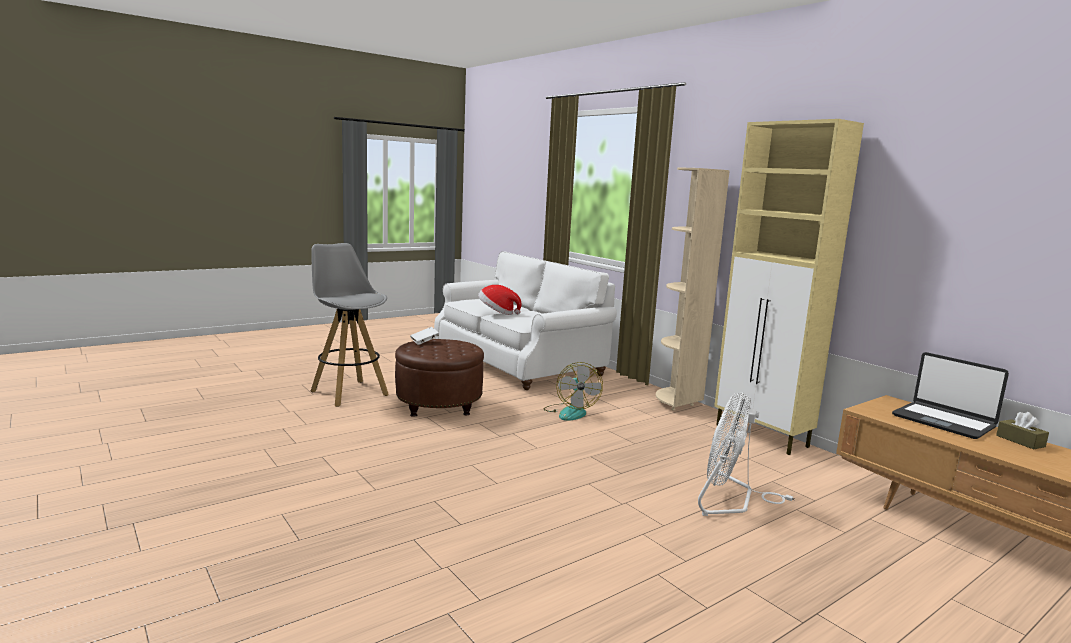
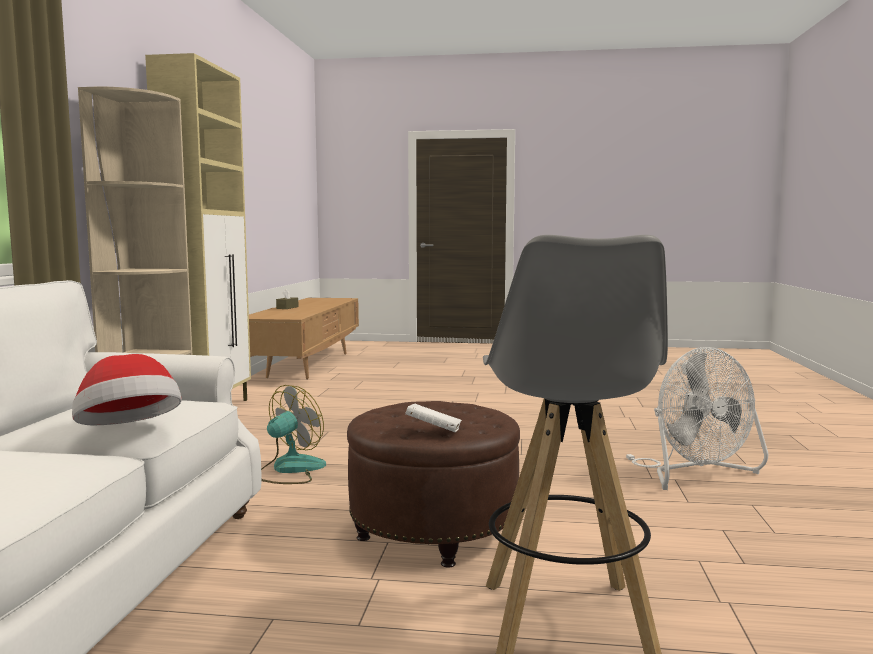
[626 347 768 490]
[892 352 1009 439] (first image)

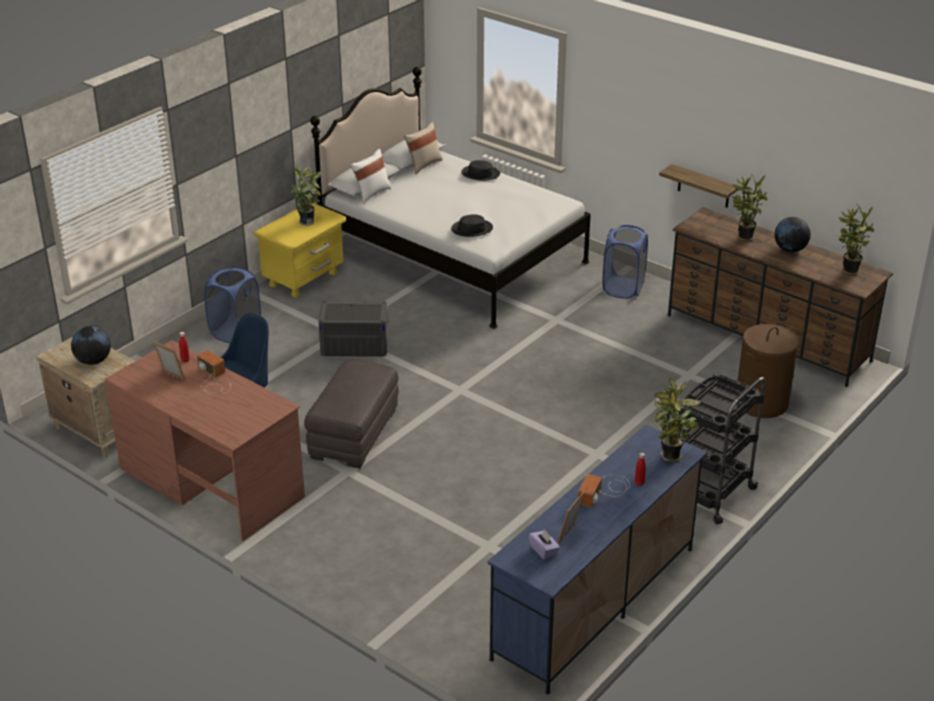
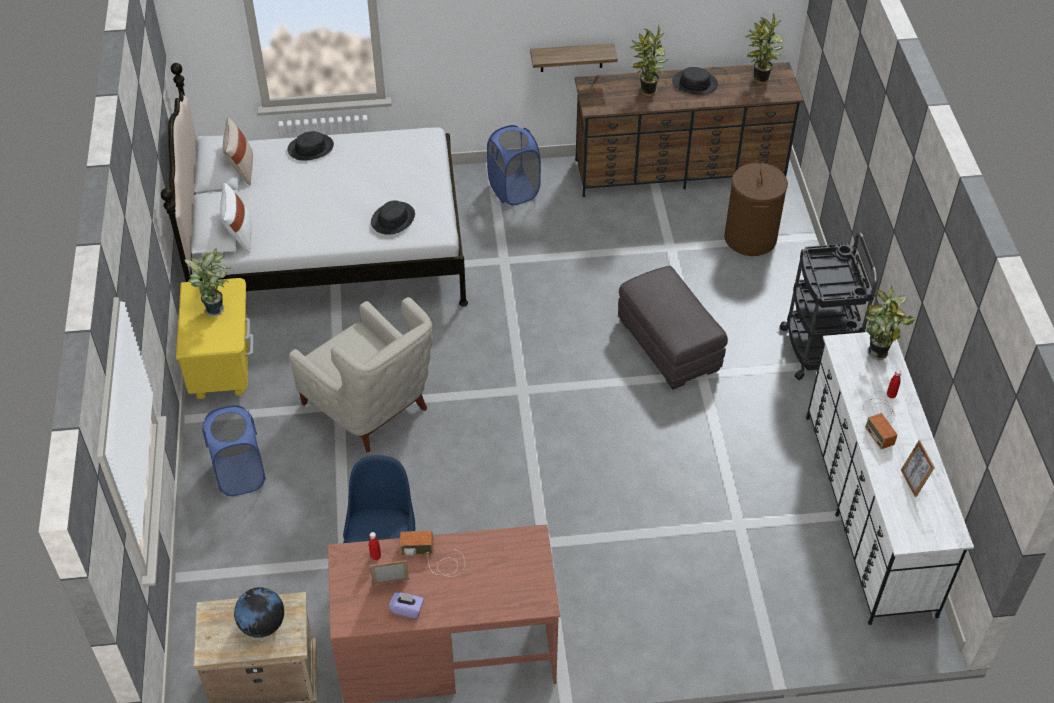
[289 297 433 452]
[389 592 424 619]
[618 266 728 389]
[672 67 718 95]
[806 331 974 625]

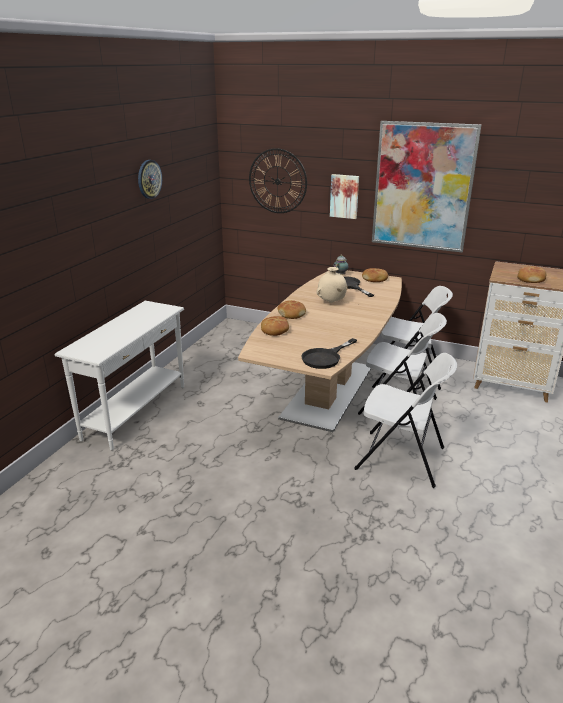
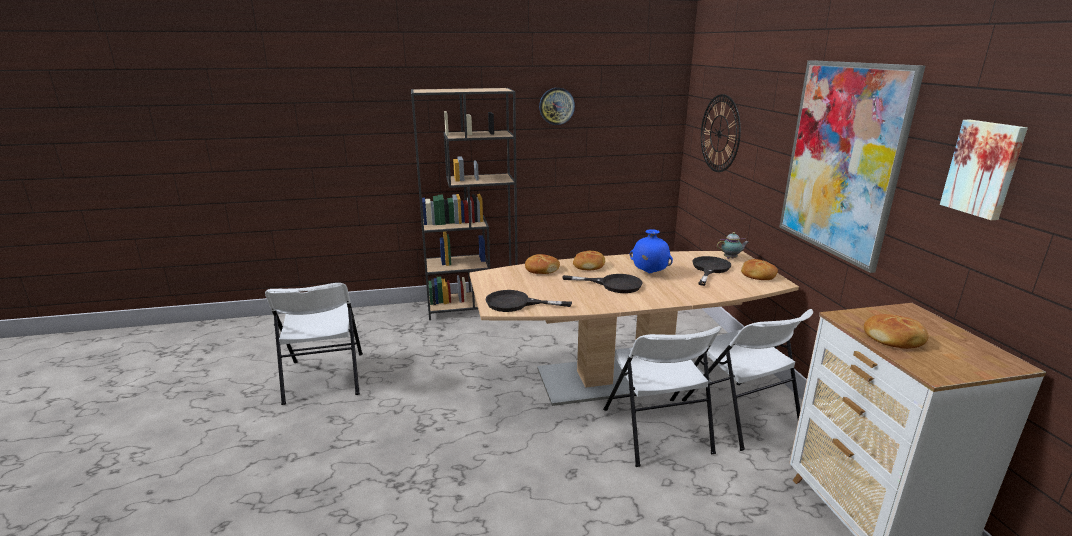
[265 283 363 405]
[411 88 518 320]
[562 274 643 293]
[630 229 673 273]
[940 120 1028 220]

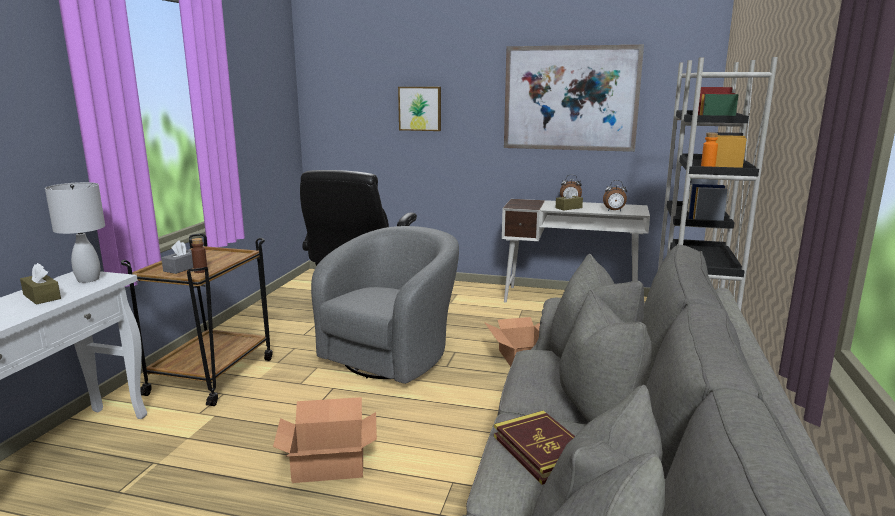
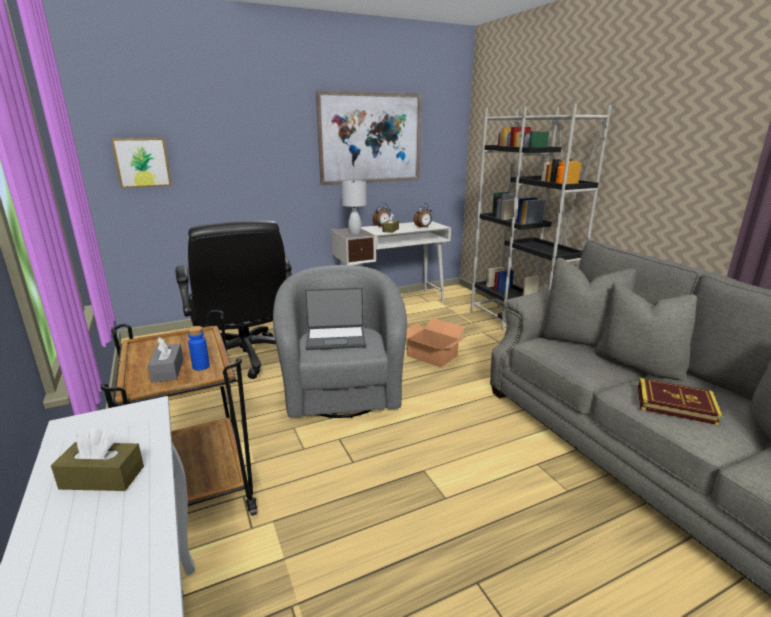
[111 138 172 188]
[188 326 210 371]
[305 287 366 350]
[341 180 366 235]
[273 397 377 483] (first image)

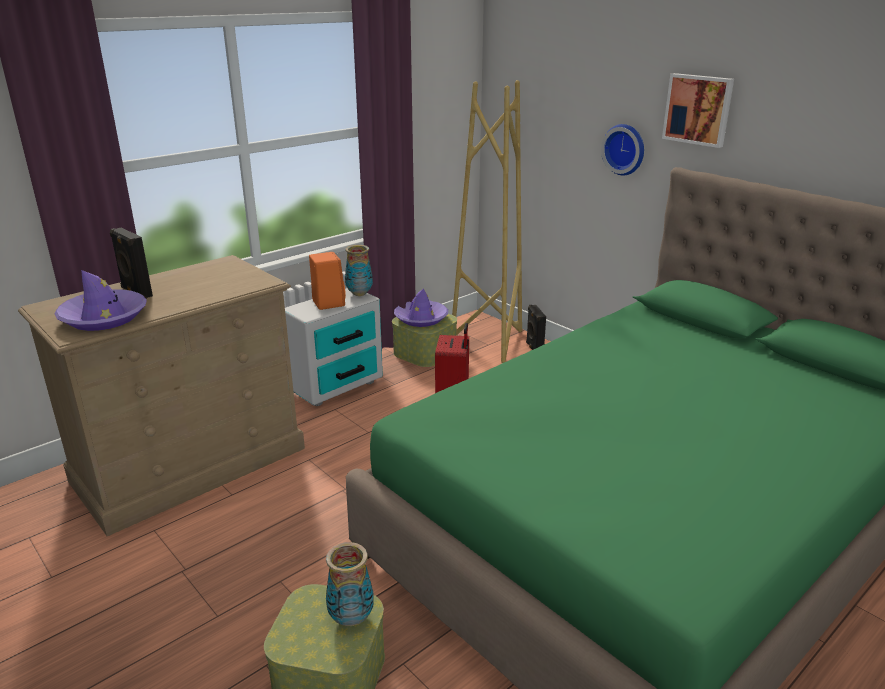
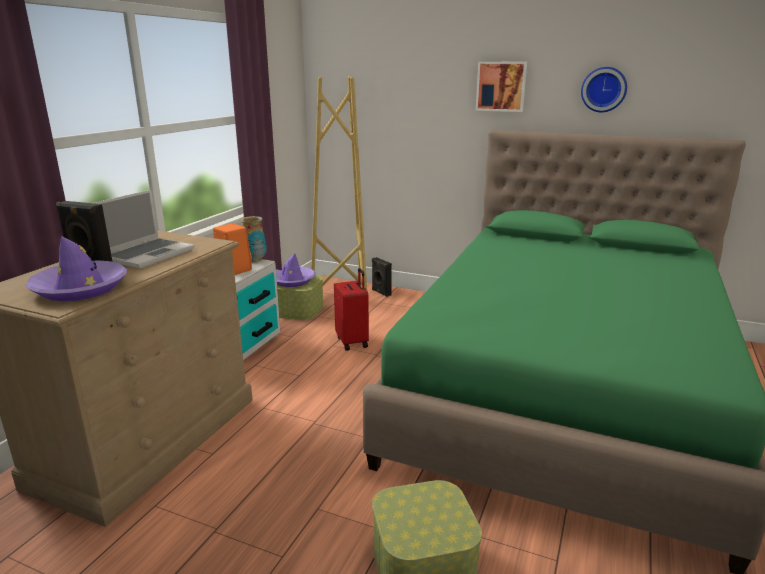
[94 190 195 269]
[581 67 627 112]
[326 542 374 626] (first image)

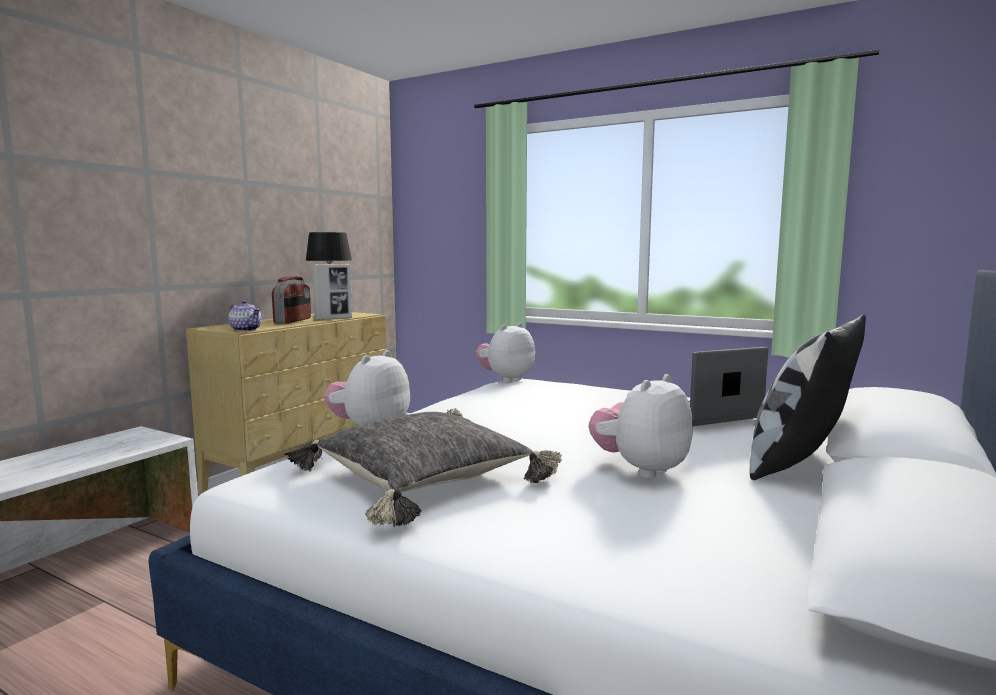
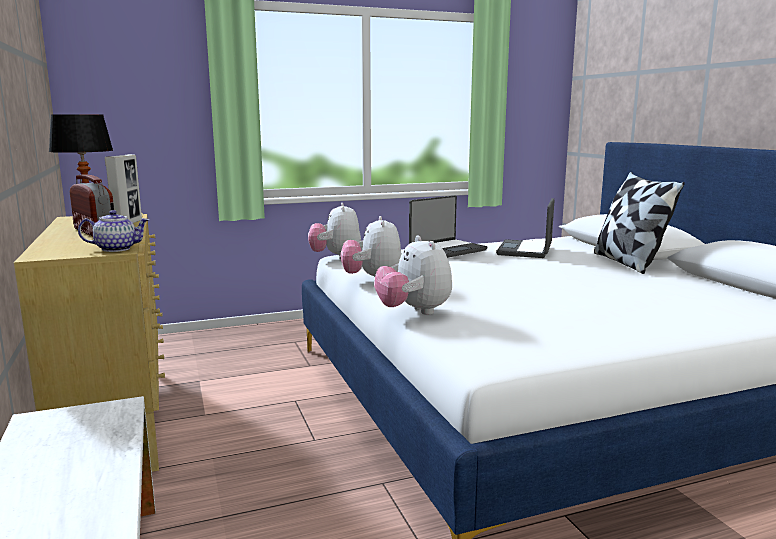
[341 216 402 276]
[409 195 487 258]
[285 408 562 527] (first image)

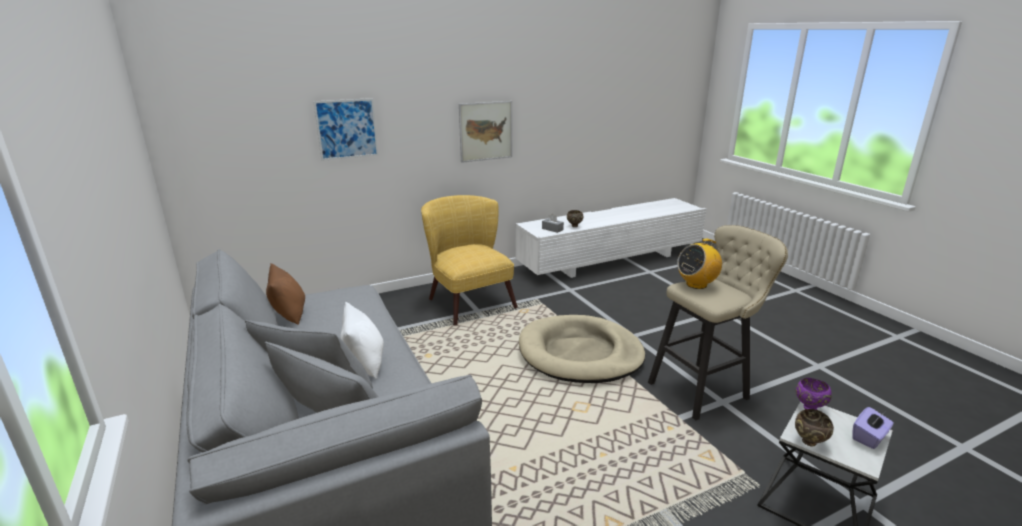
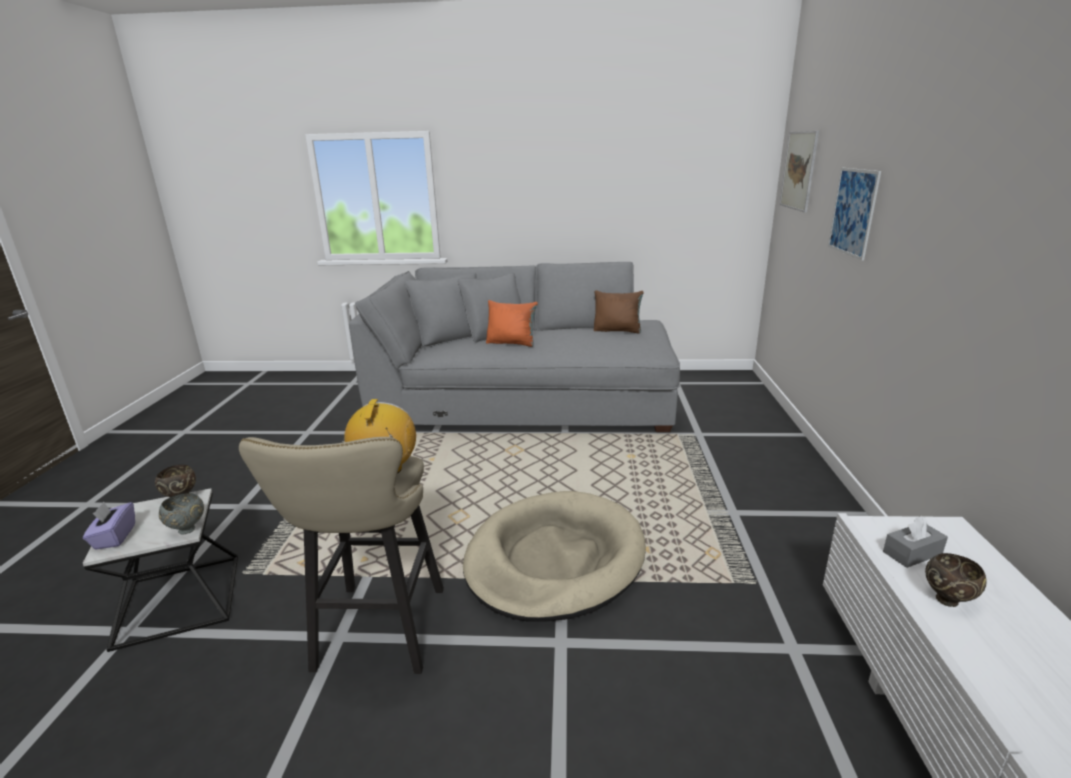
[159 493 204 534]
[486 300 538 347]
[780 131 819 212]
[421 195 517 325] (first image)

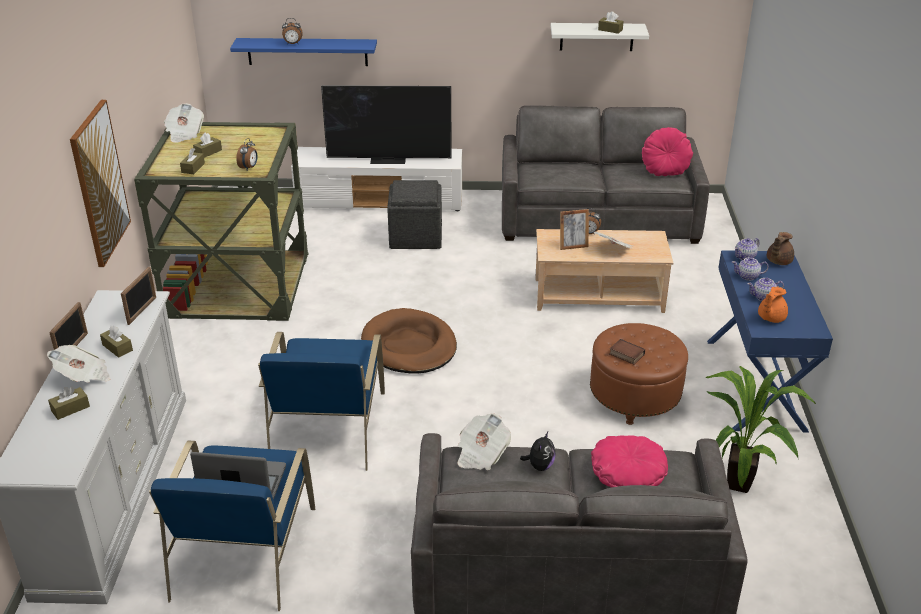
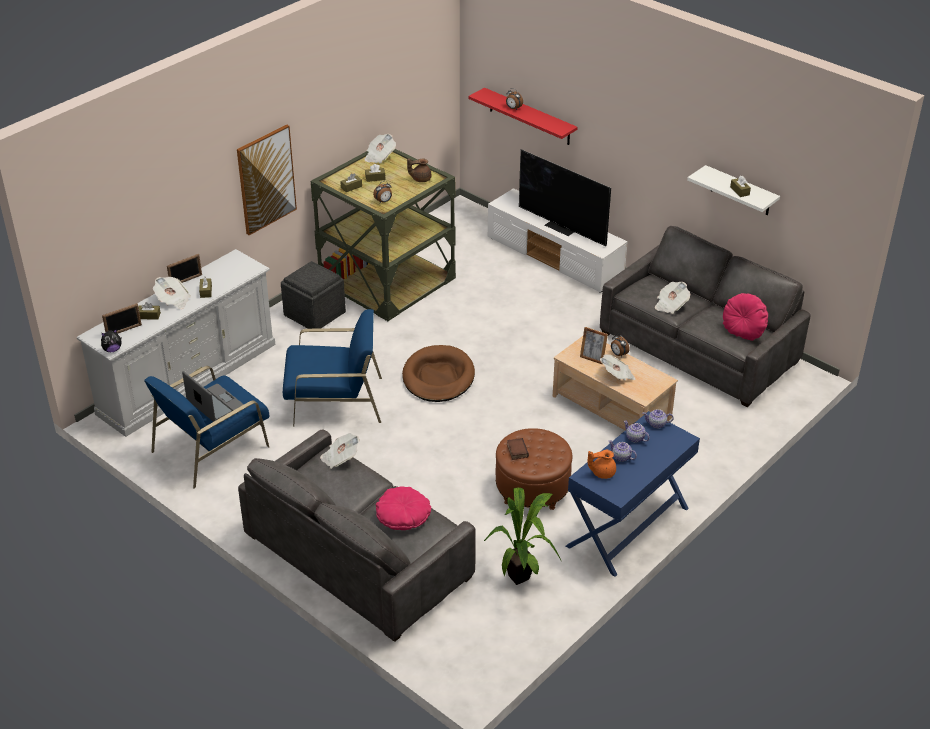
[101 329 121 352]
[102 303 142 334]
[281 261 346 329]
[283 309 382 427]
[407 158 431 182]
[468 88 577 145]
[655 282 690 314]

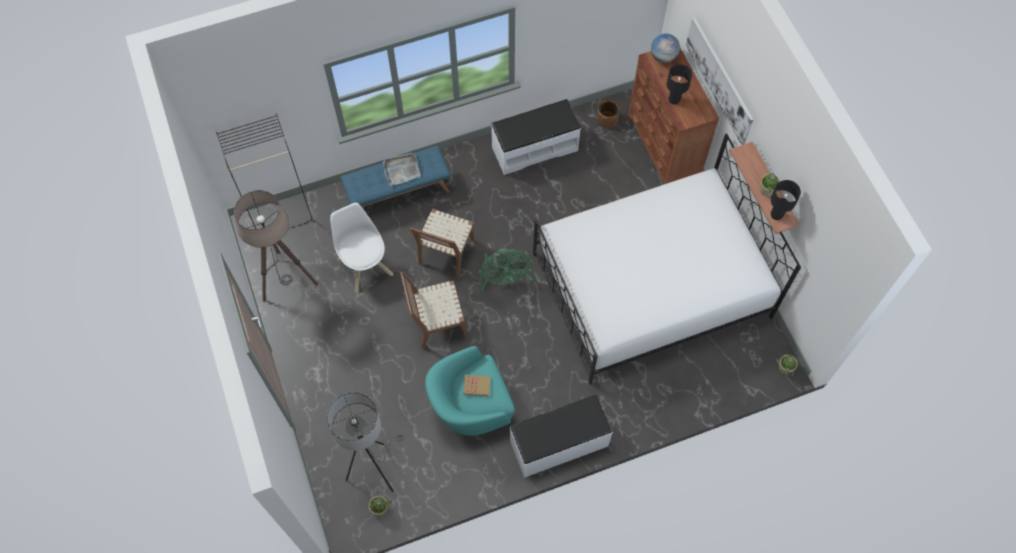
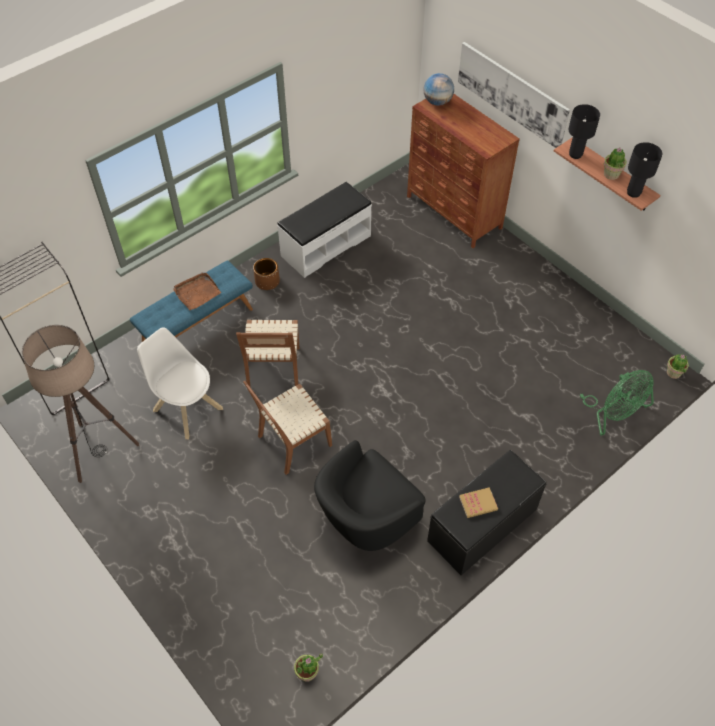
[173 272 221 310]
[253 258 280 290]
[314 440 426 551]
[427 450 546 575]
[459 487 498 518]
[568 104 600 159]
[580 370 654 436]
[326 392 404 492] (first image)
[533 134 801 385] (first image)

